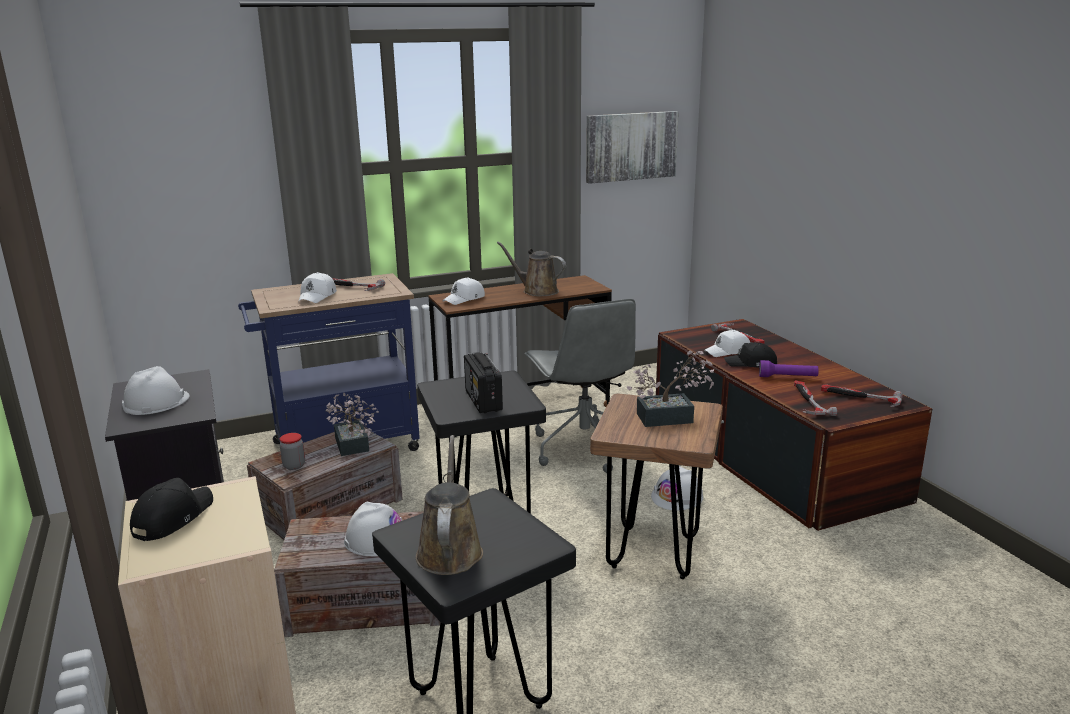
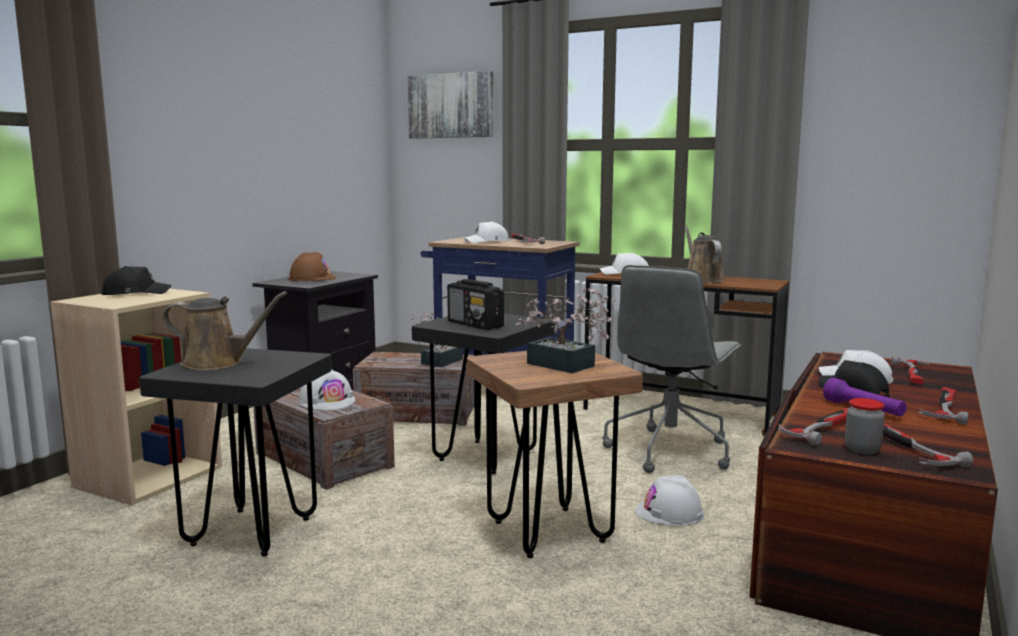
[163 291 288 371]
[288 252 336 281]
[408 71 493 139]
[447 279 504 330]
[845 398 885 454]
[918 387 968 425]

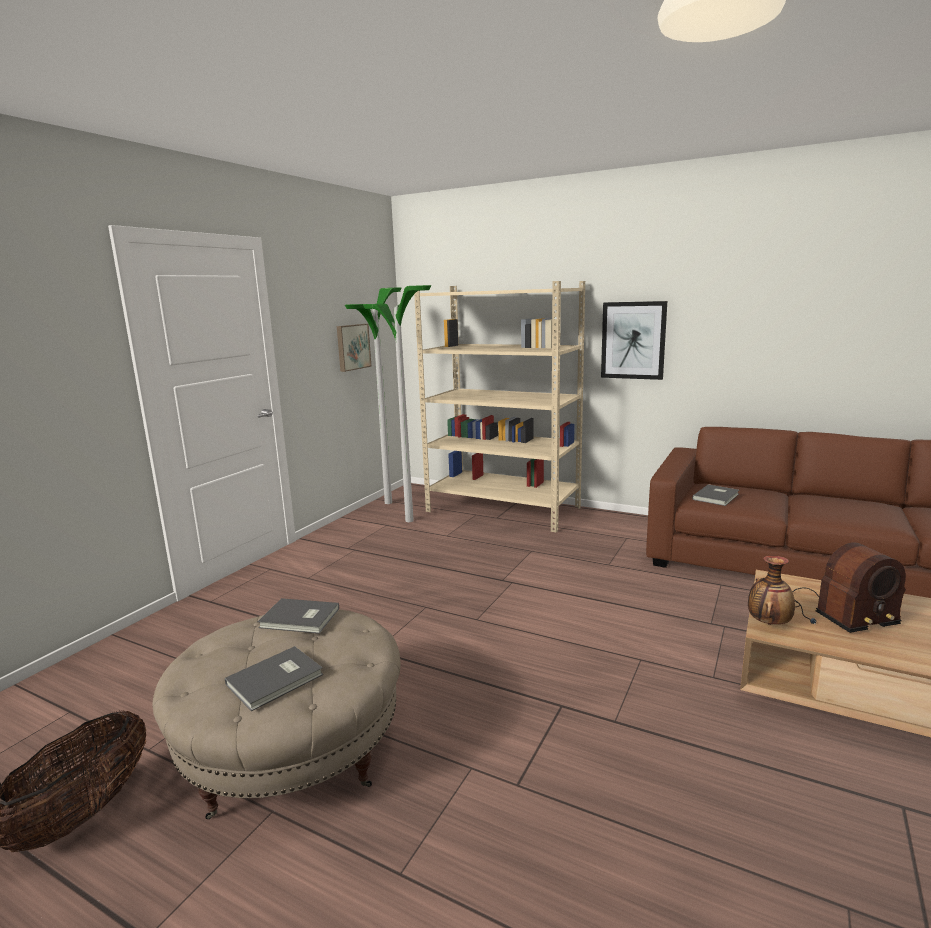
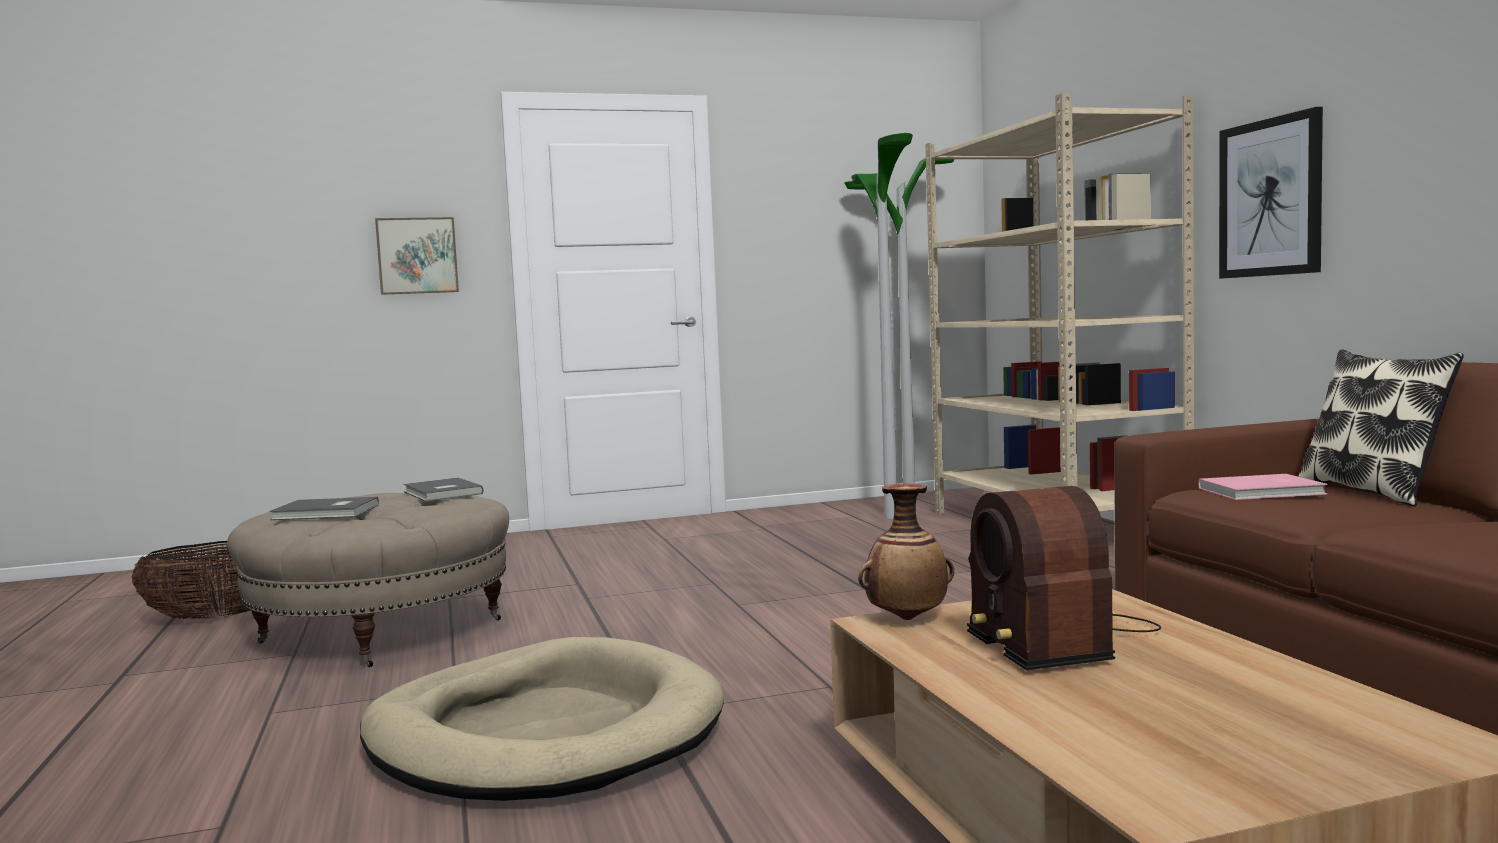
[360 637 724 801]
[375 217 459 295]
[967 486 1161 670]
[1198 474 1328 500]
[1298 349 1464 507]

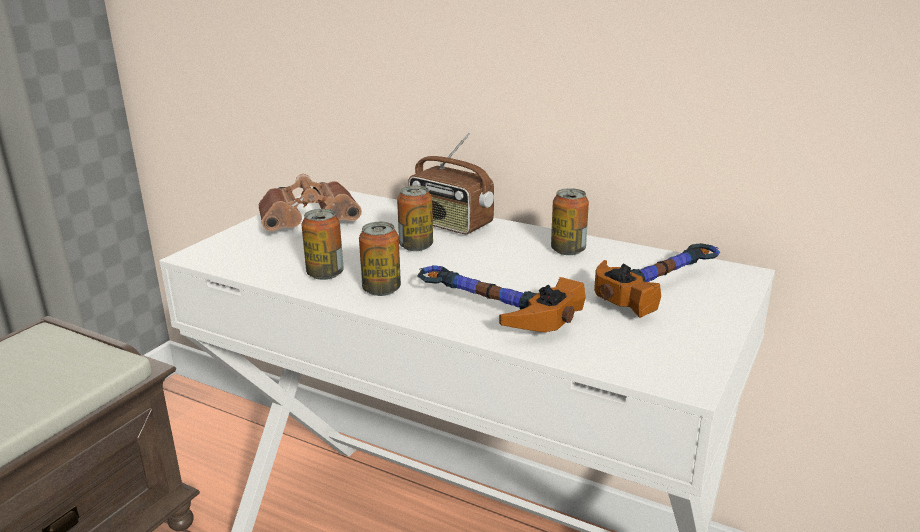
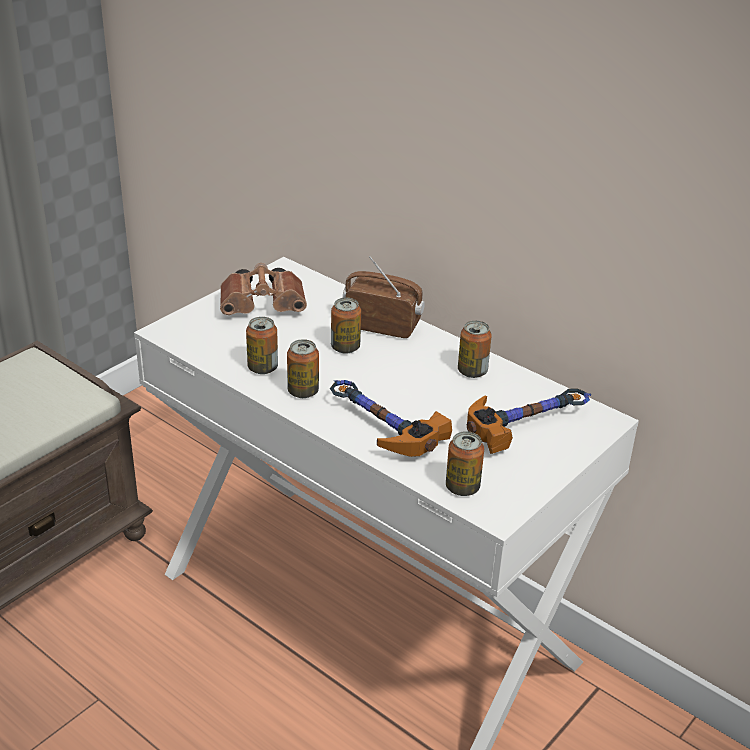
[343 256 425 338]
[446 431 484 496]

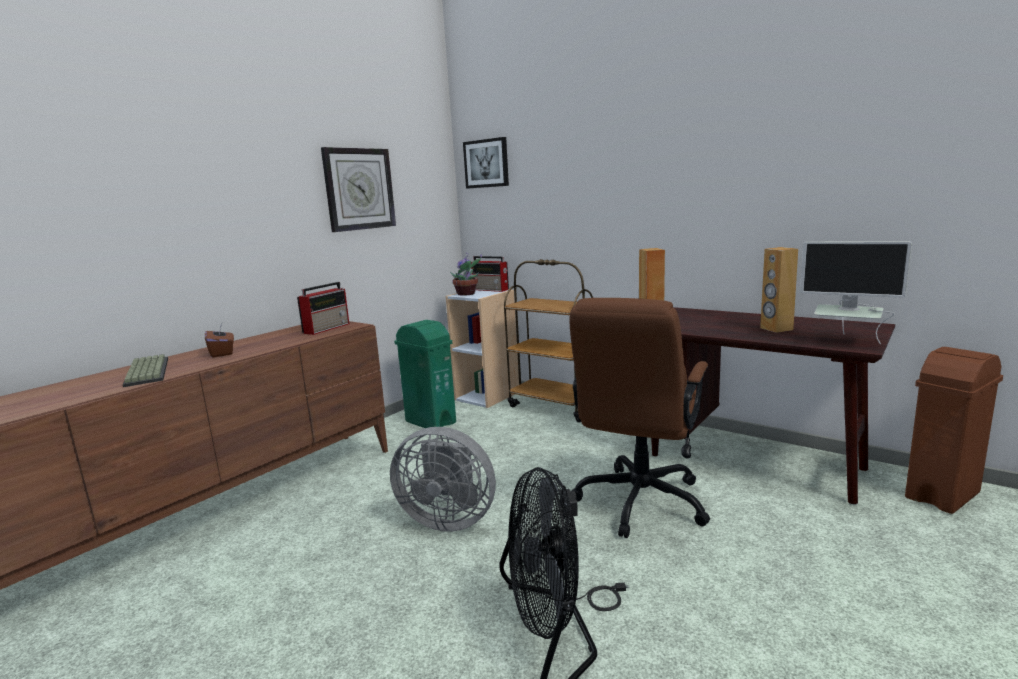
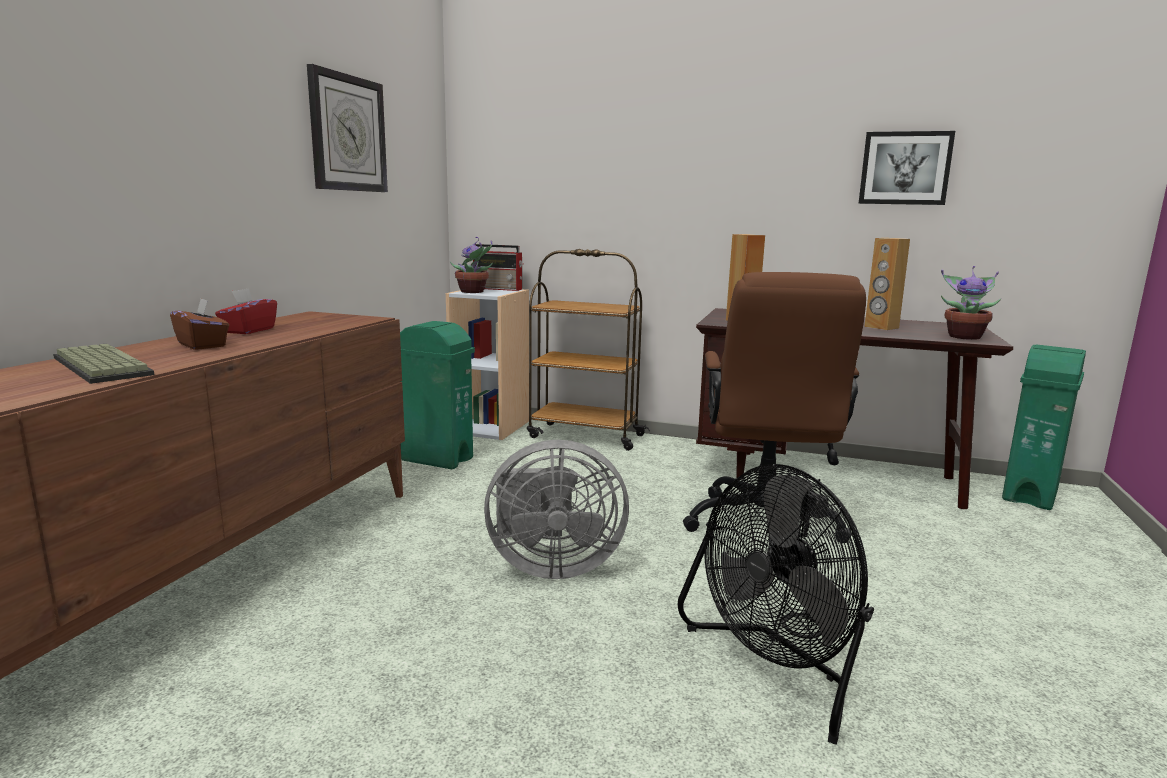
[215 288 277 334]
[859 131 955 205]
[941 266 1001 340]
[1002 345 1086 510]
[297 282 349 335] (first image)

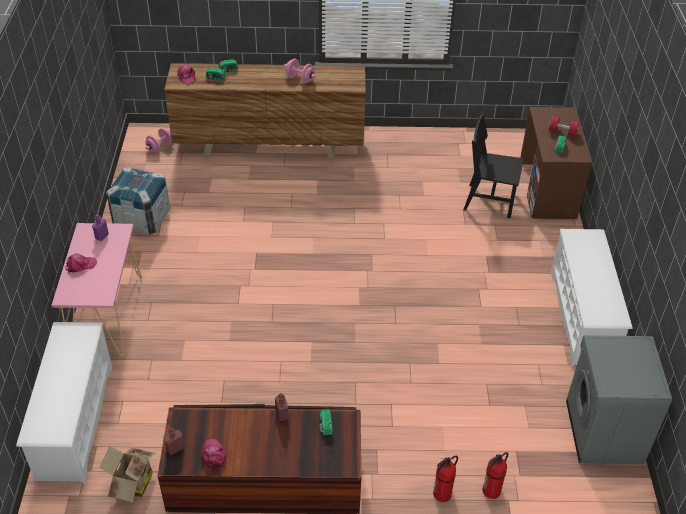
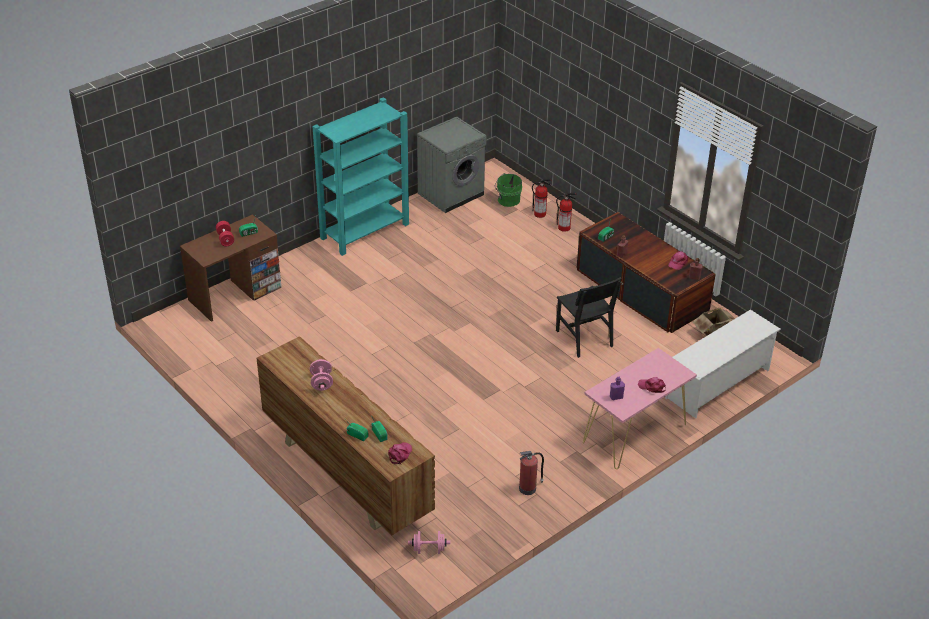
[313 97 409 256]
[495 173 522 207]
[519 451 544 495]
[556 277 622 358]

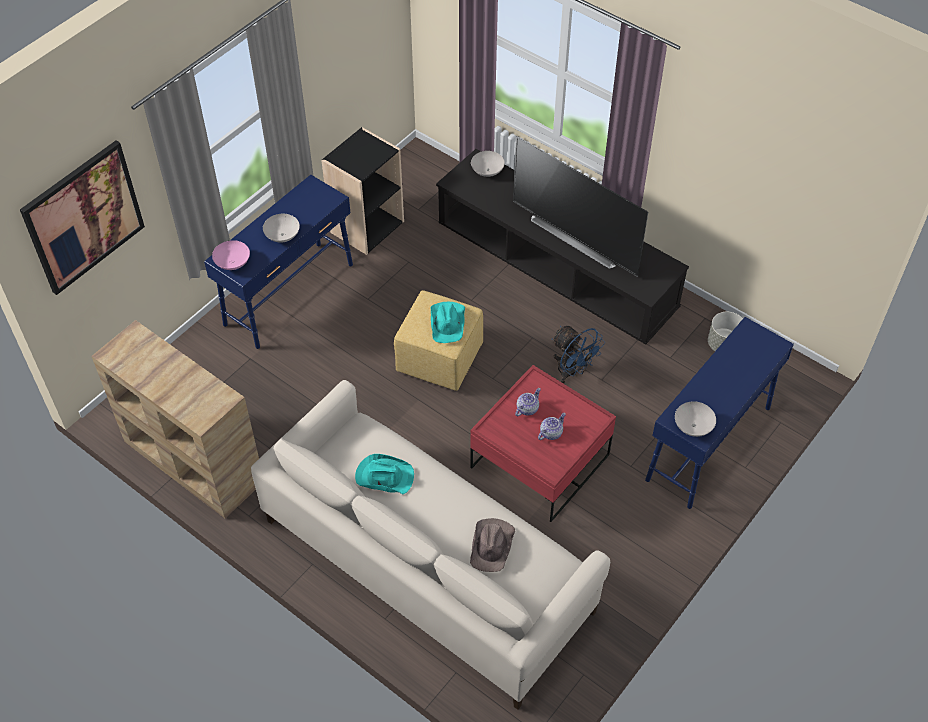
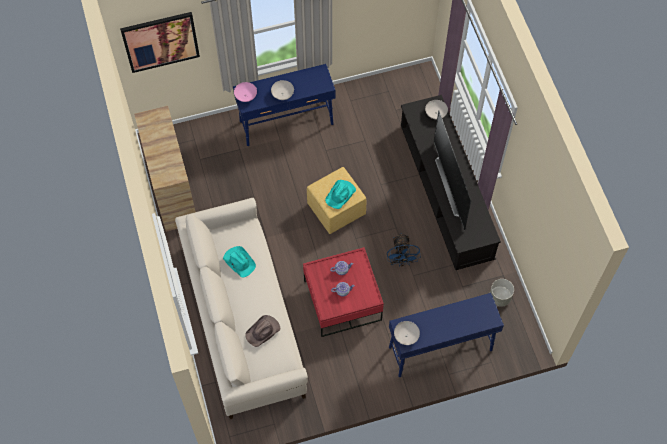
[321 127 404 255] (first image)

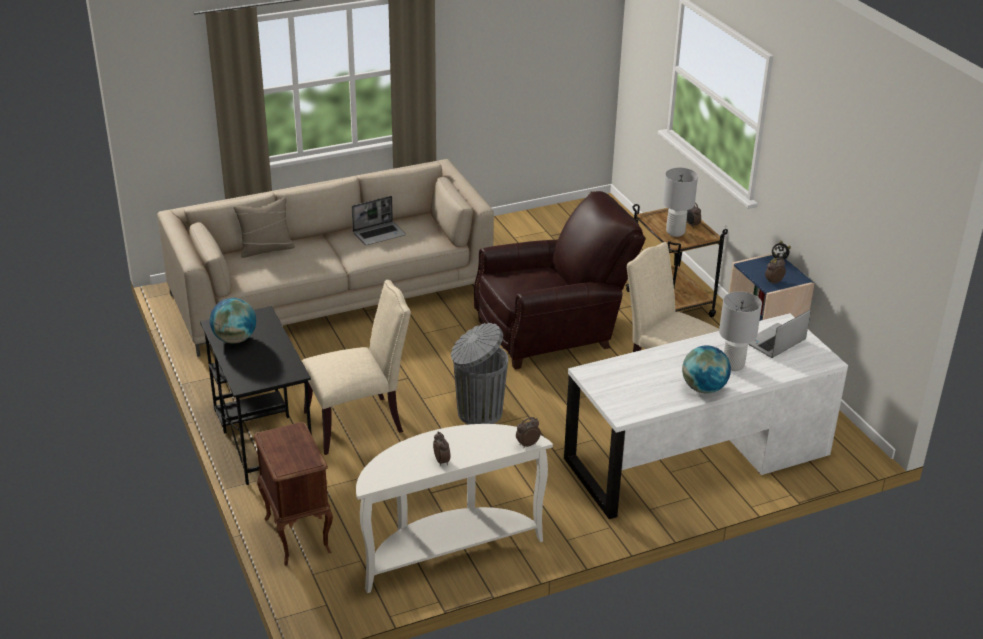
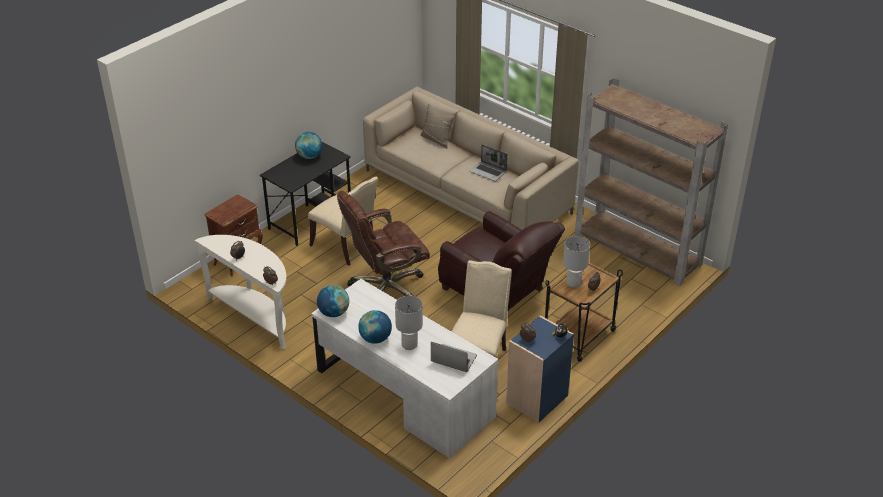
[317 285 349 317]
[337 191 430 296]
[575 78 728 286]

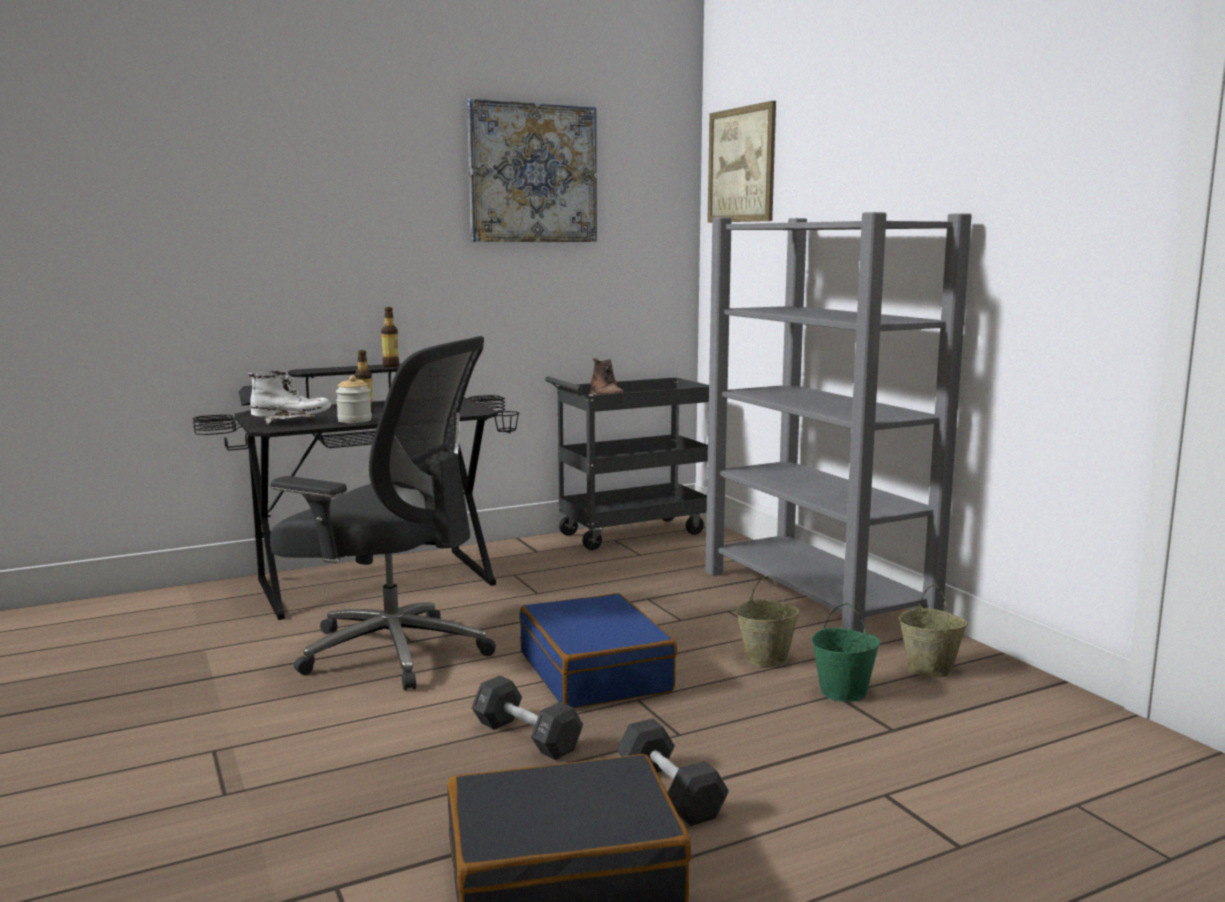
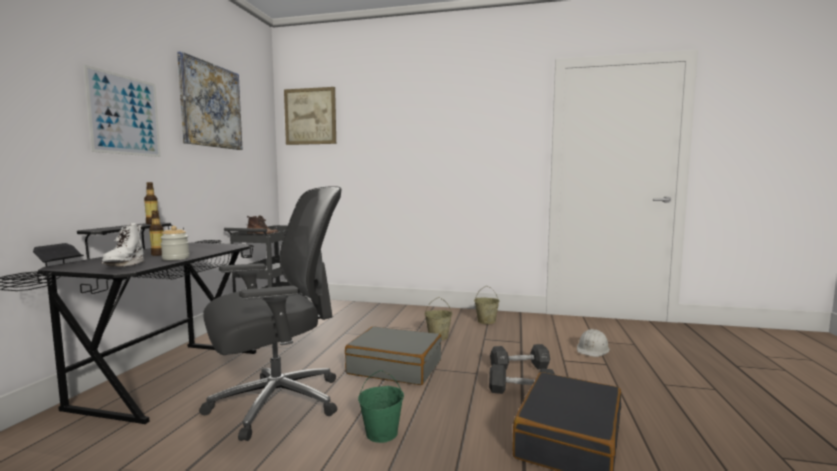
[84 65 160 157]
[102 223 144 267]
[345 326 442 385]
[358 370 404 443]
[490 344 550 370]
[577 329 610 357]
[705 212 972 633] (first image)

